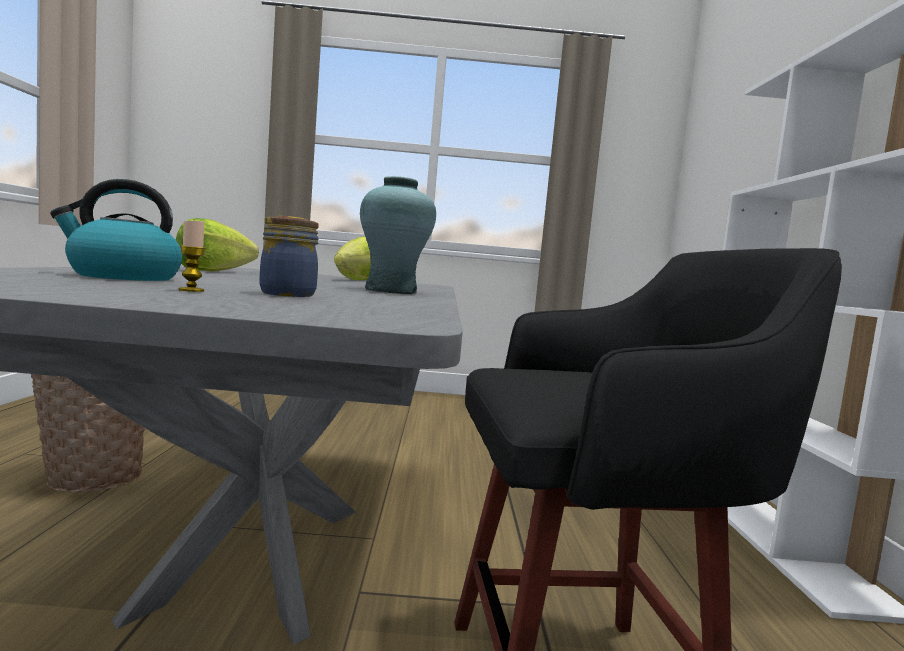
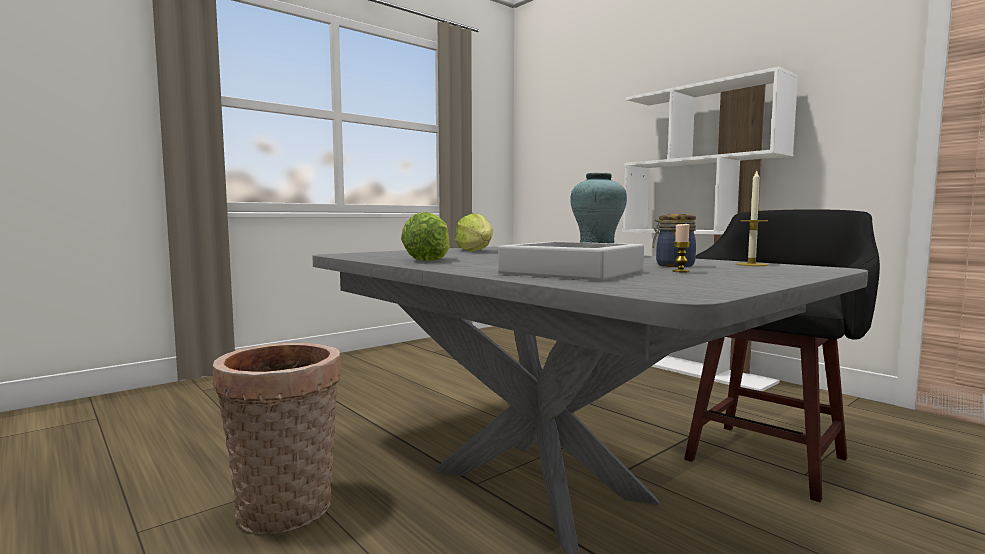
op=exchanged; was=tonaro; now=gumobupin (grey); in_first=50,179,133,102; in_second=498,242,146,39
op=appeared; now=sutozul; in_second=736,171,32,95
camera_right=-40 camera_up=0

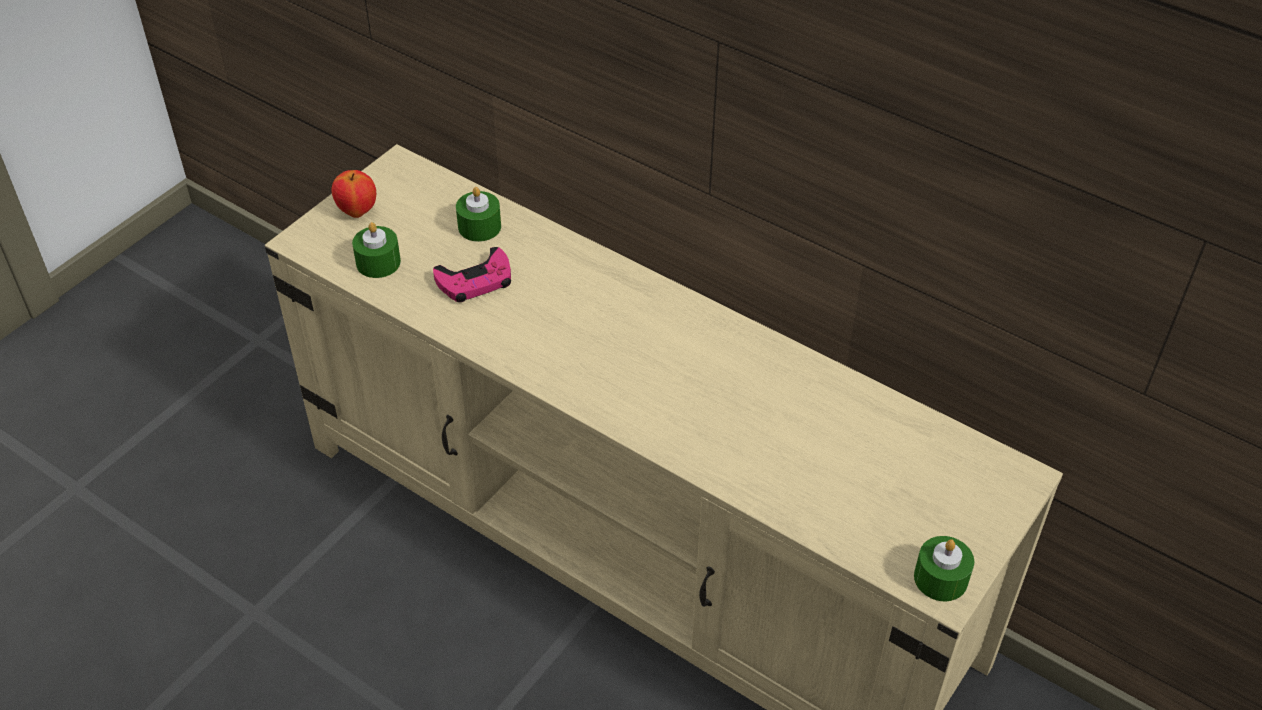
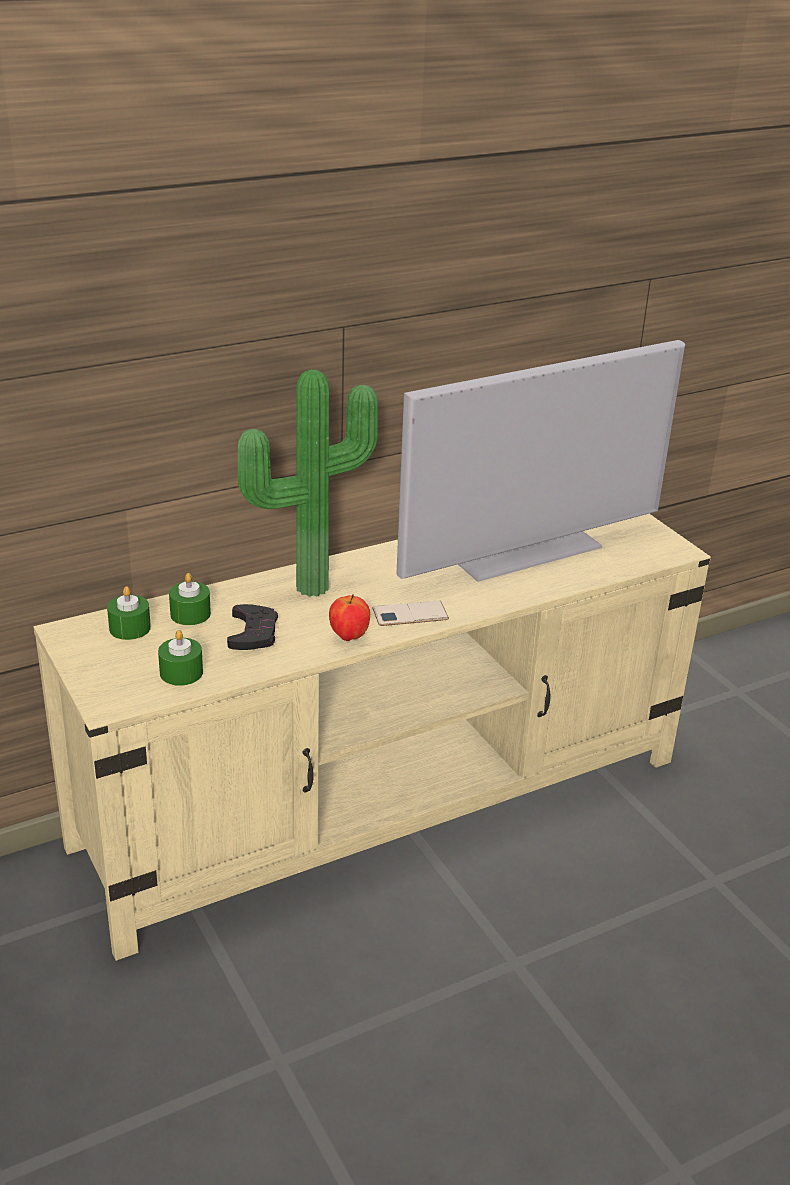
op=relocated; was=sutozul (green); in_first=914,536,60,65; in_second=107,586,44,54
op=colour; was=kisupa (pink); now=kisupa (black); in_first=433,247,78,55; in_second=227,604,51,46
op=appeared; now=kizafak; in_second=238,370,140,227
op=relocated; was=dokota; in_first=331,170,45,48; in_second=329,594,41,47
op=appeared; now=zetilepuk; in_second=372,601,77,25
op=appeared; now=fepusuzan; in_second=396,340,289,242
camera_right=-65 camera_up=-15

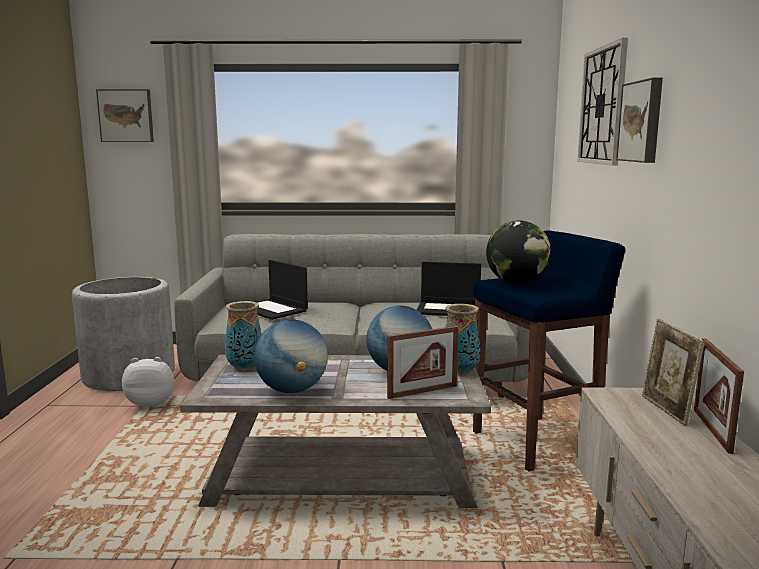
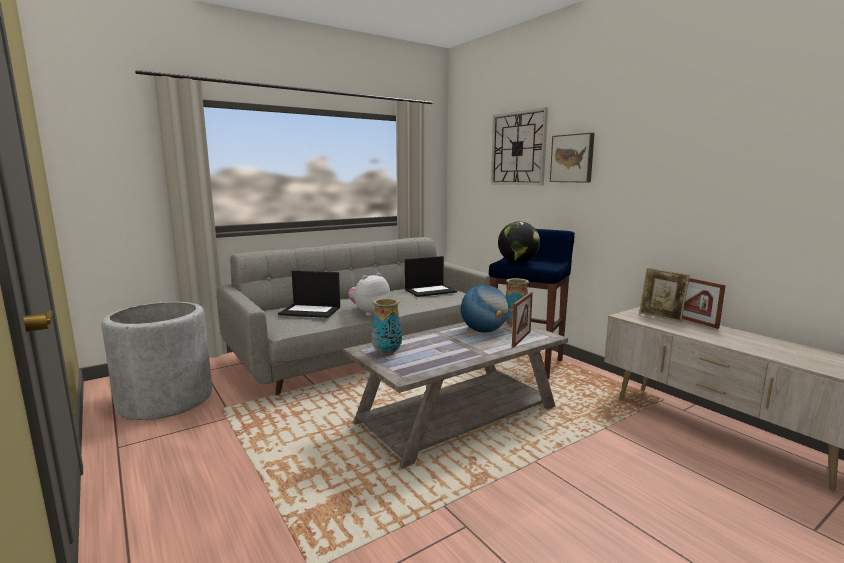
op=relocated; was=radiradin; in_first=122,357,52,52; in_second=348,273,42,43
op=missing; was=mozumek; in_first=96,89,58,53
op=missing; was=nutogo; in_first=254,319,73,74
camera_right=-35 camera_up=0

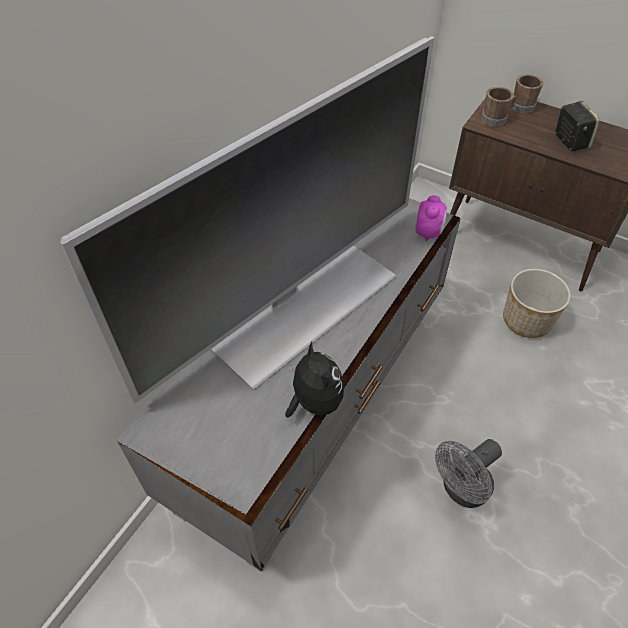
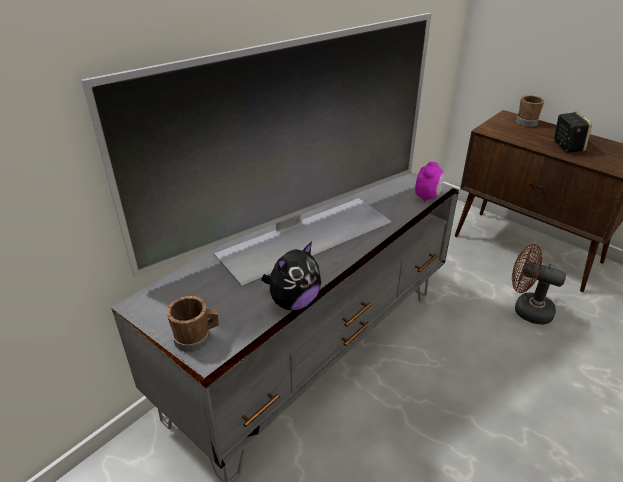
op=relocated; was=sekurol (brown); in_first=481,87,36,40; in_second=166,296,53,56
op=spun; was=radiradin; in_first=285,341,59,77; in_second=261,242,60,68; clockwise=60
op=exchanged; was=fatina; now=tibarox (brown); in_first=503,269,68,69; in_second=512,244,54,81
op=missing; was=tibarox (grey); in_first=435,439,67,69
camera_right=10 camera_up=-15

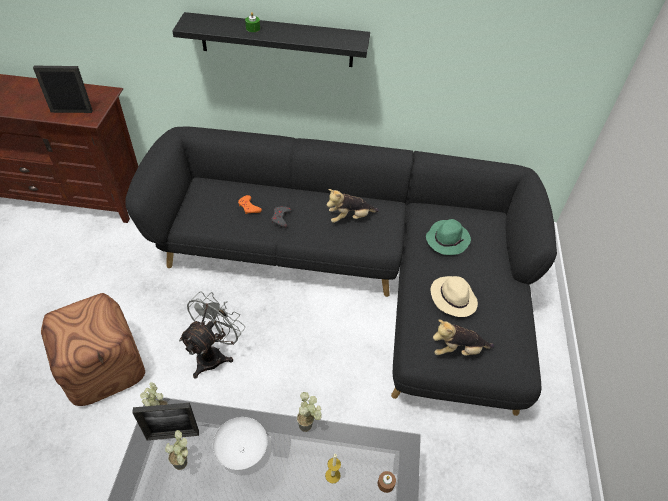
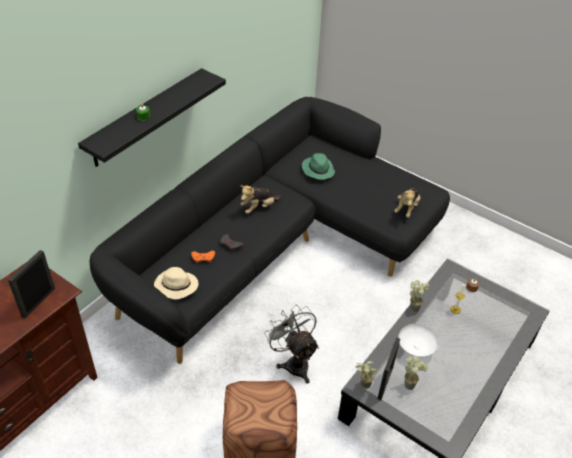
op=relocated; was=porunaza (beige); in_first=431,276,47,41; in_second=154,267,44,32
op=spun; was=radiradin; in_first=327,189,52,34; in_second=241,185,40,29; clockwise=45
camera_right=-60 camera_up=-5

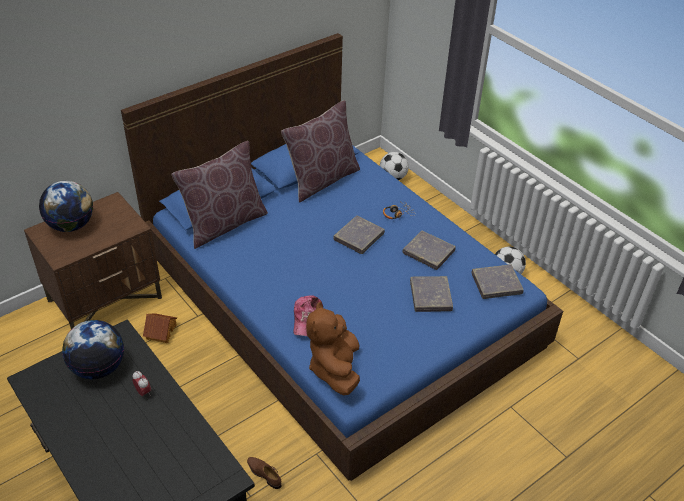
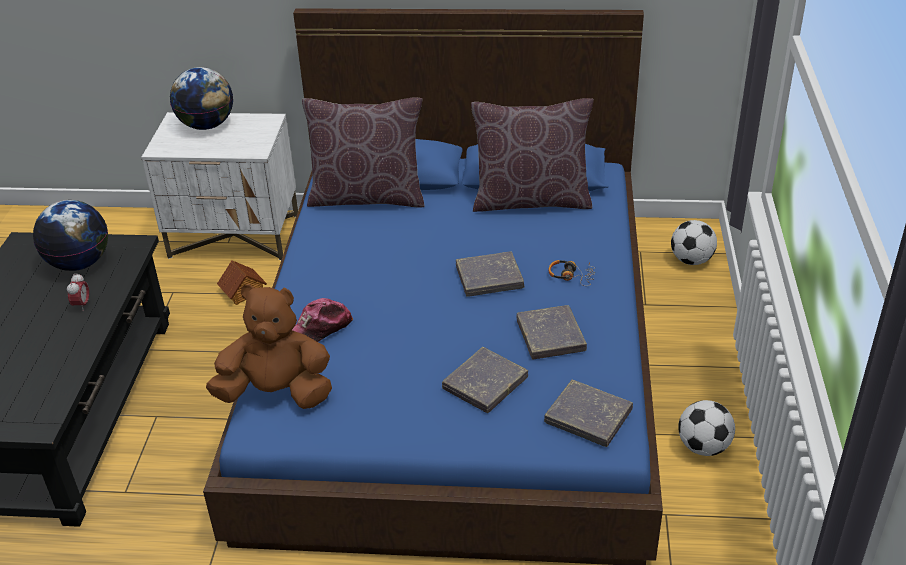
op=colour; was=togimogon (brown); now=togimogon (white); in_first=24,192,138,137; in_second=141,112,157,149
op=spun; was=radiradin (brown); in_first=306,302,54,94; in_second=206,284,126,125; clockwise=45
op=missing; was=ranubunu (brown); in_first=247,457,35,32
camera_right=45 camera_up=-5

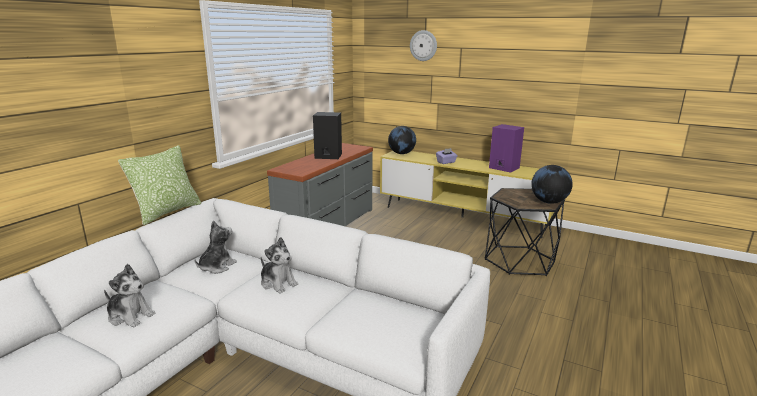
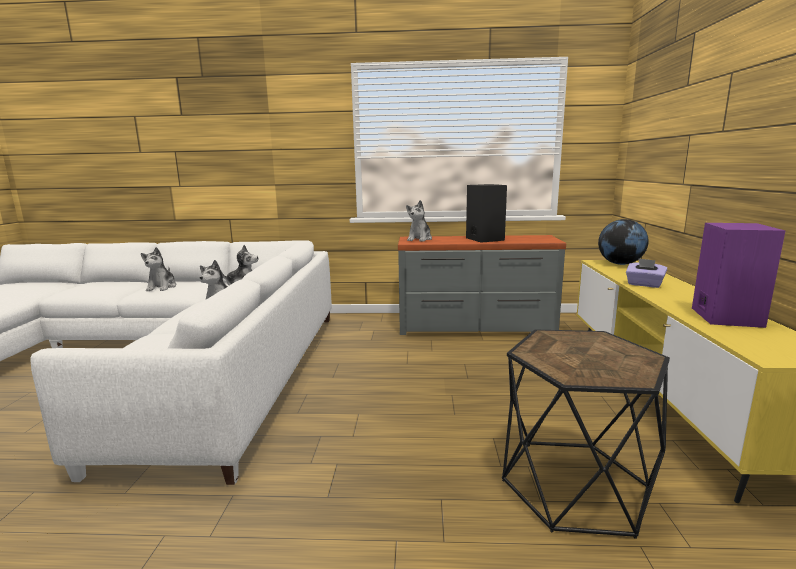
op=appeared; now=radiradin; in_second=406,200,26,42
op=missing; was=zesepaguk; in_first=118,145,83,80
op=missing; was=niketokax; in_first=410,30,27,31
op=missing; was=nutogo; in_first=531,165,42,39
camera_right=65 camera_up=-5

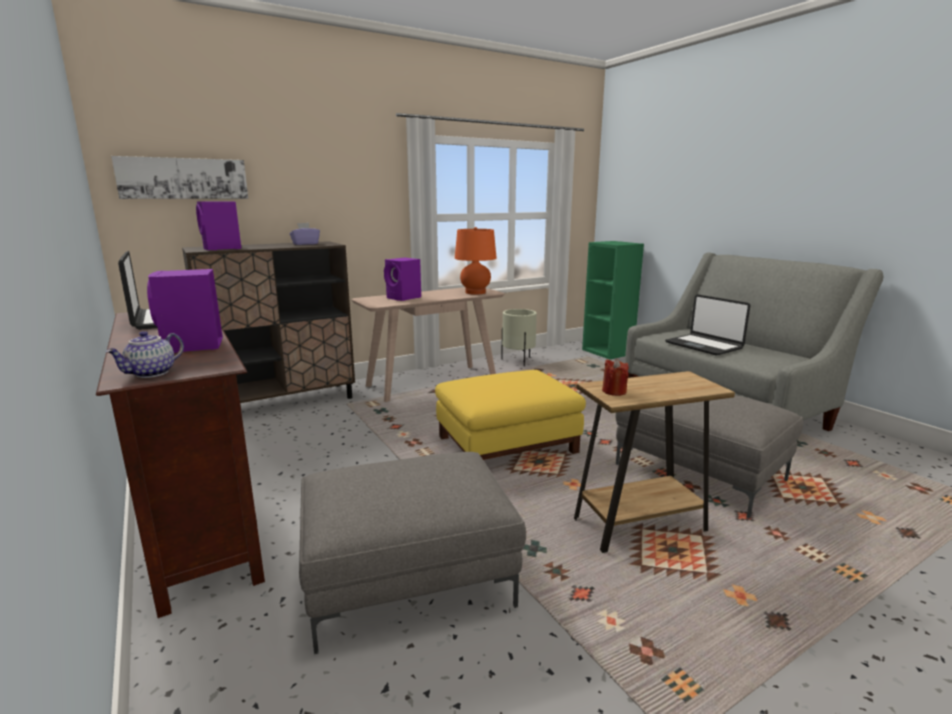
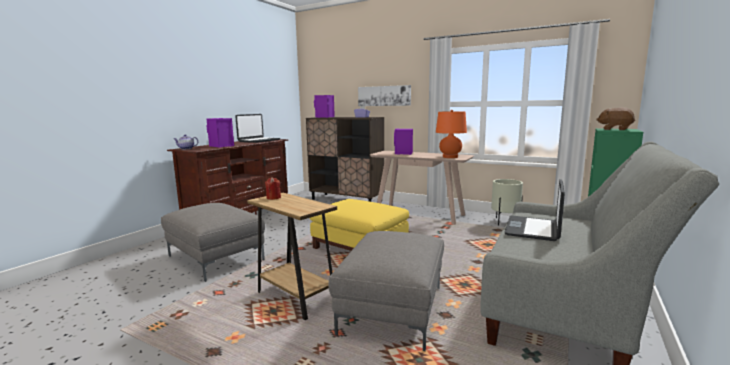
op=relocated; was=mozumek; in_first=111,156,137,43; in_second=358,85,53,21
op=appeared; now=radiradin (brown); in_second=596,107,39,23
camera_right=60 camera_up=-5

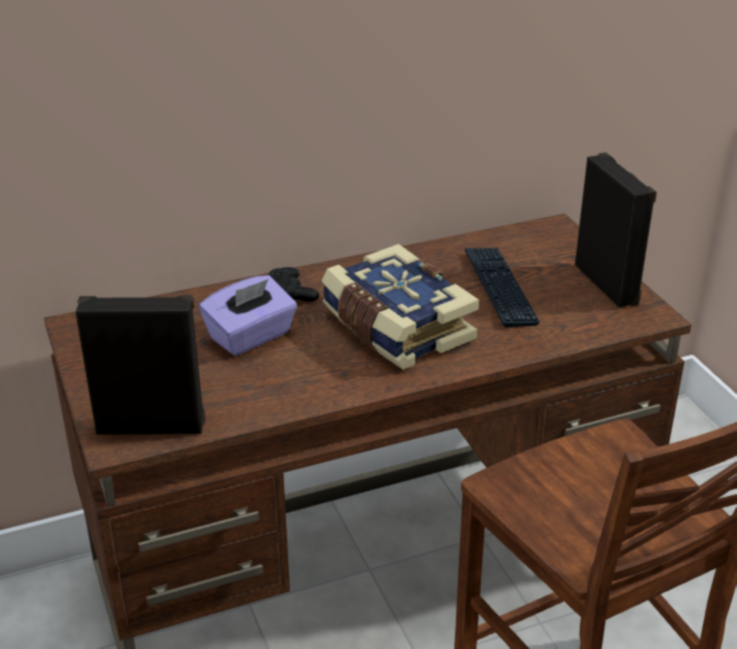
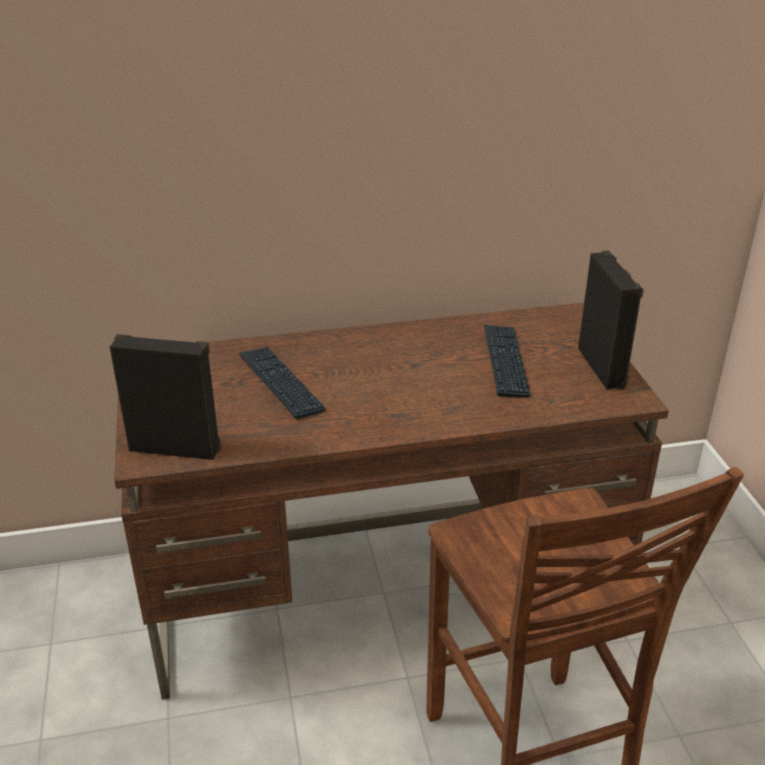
op=exchanged; was=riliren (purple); now=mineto; in_first=199,275,98,81; in_second=239,347,87,72
op=missing; was=kisupa (black); in_first=269,267,50,34
op=missing; was=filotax; in_first=322,244,157,126
camera_right=10 camera_up=0

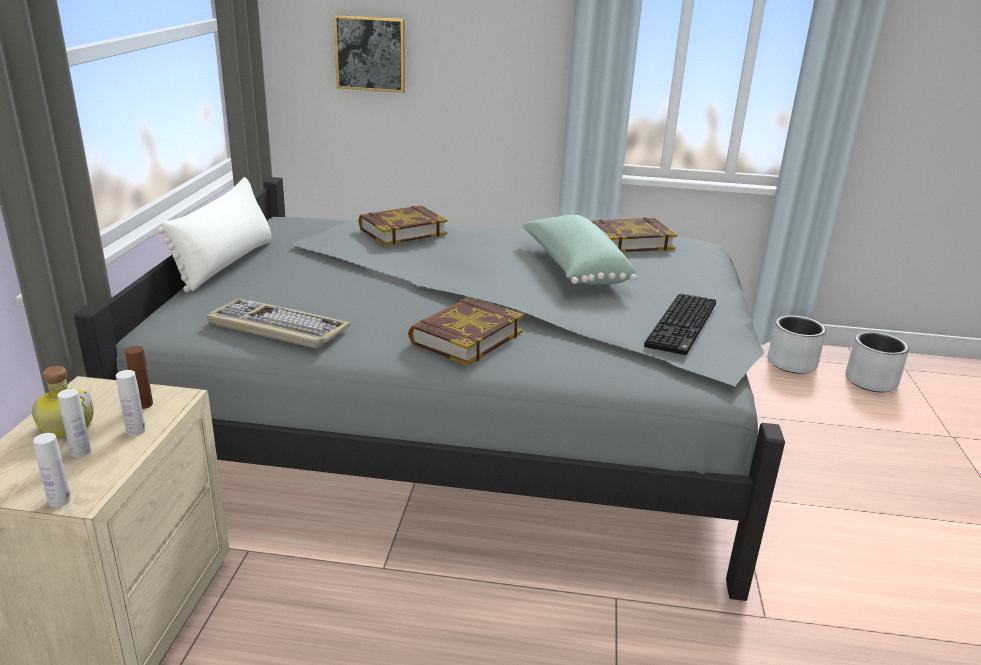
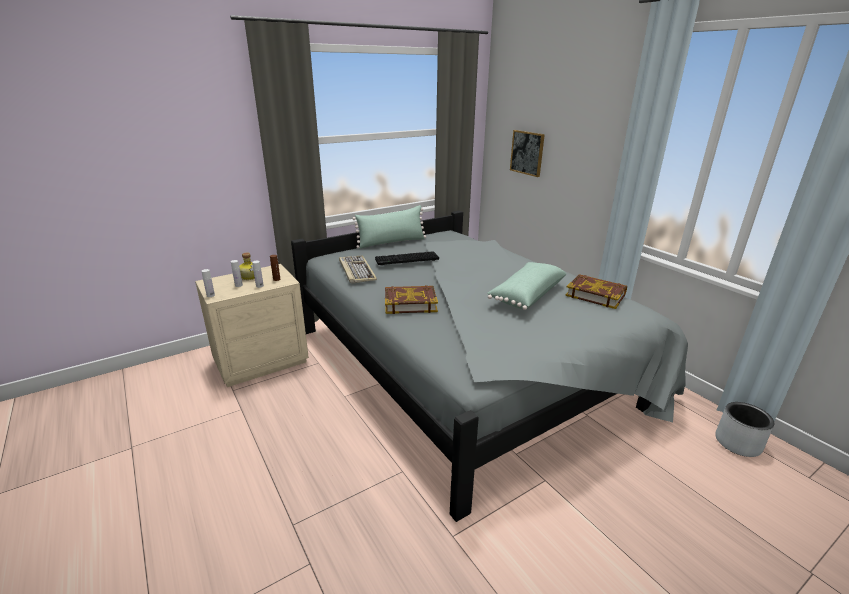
op=colour; was=zesepaguk (white); now=zesepaguk (green); in_first=157,177,114,115; in_second=352,205,74,44
op=relocated; was=mineto; in_first=644,293,72,62; in_second=375,251,64,15
op=missing; was=filotax; in_first=359,205,89,41
op=missing; was=fatina (grey); in_first=845,332,64,60
camera_right=50 camera_up=0

